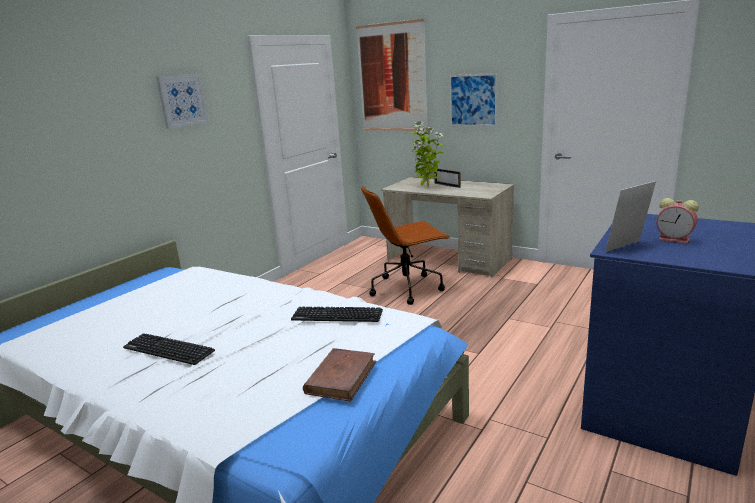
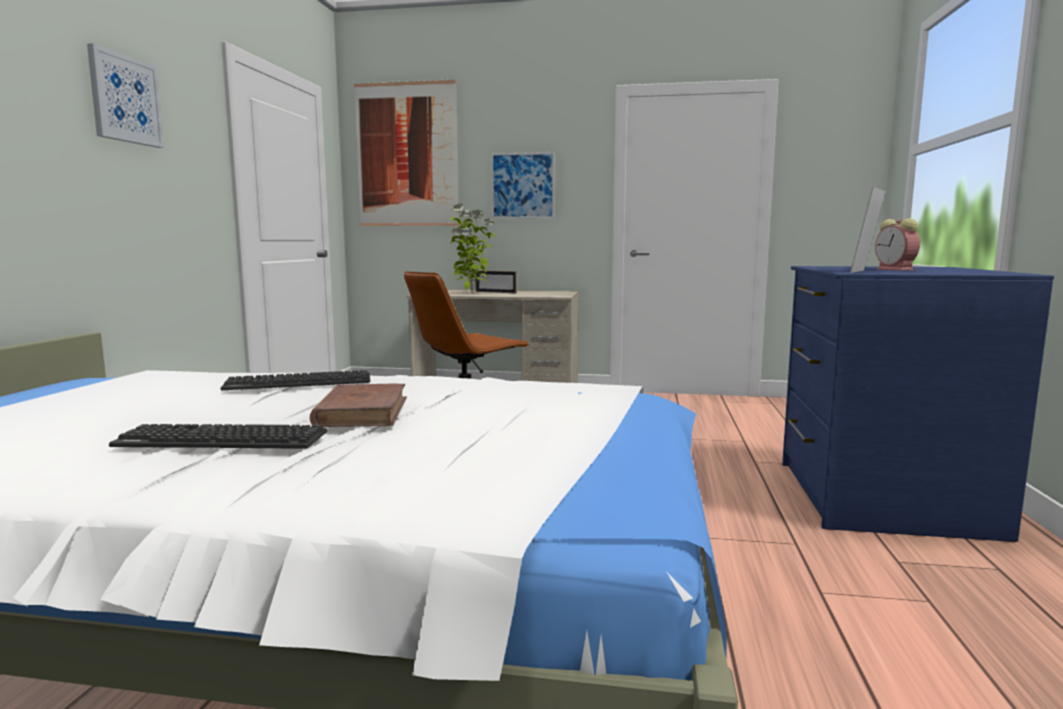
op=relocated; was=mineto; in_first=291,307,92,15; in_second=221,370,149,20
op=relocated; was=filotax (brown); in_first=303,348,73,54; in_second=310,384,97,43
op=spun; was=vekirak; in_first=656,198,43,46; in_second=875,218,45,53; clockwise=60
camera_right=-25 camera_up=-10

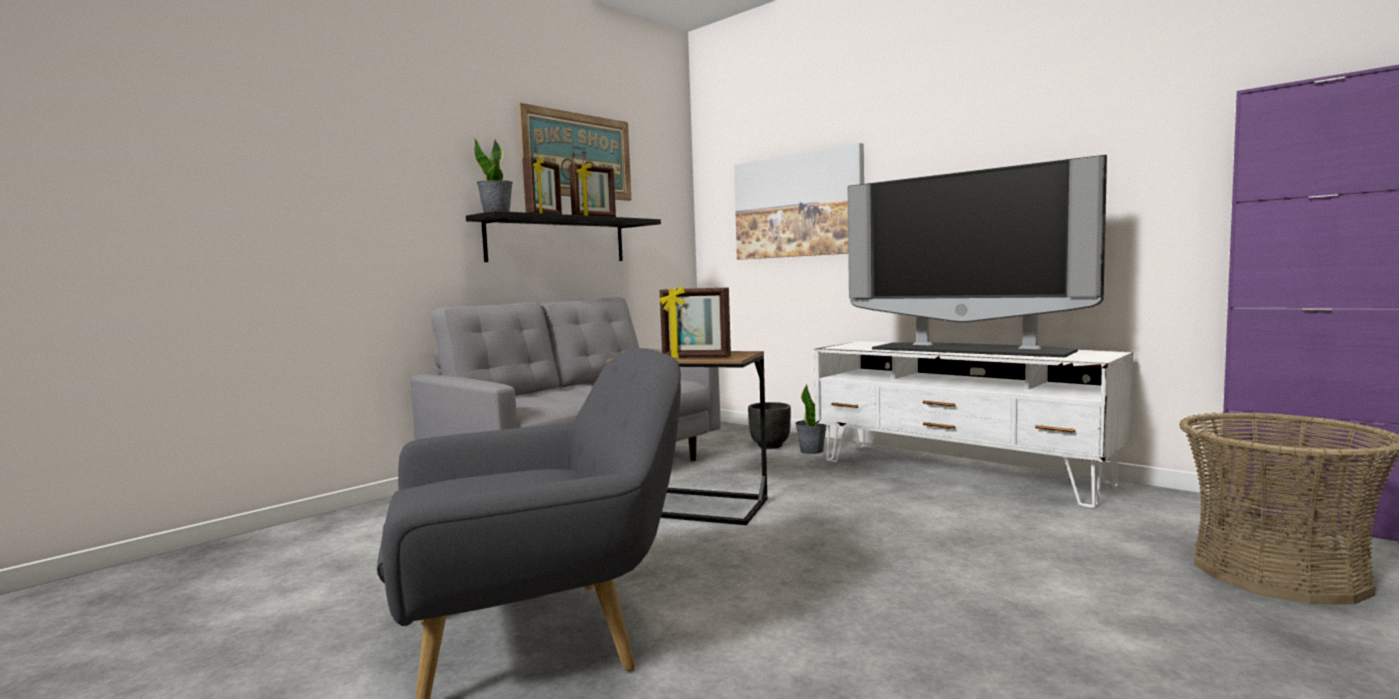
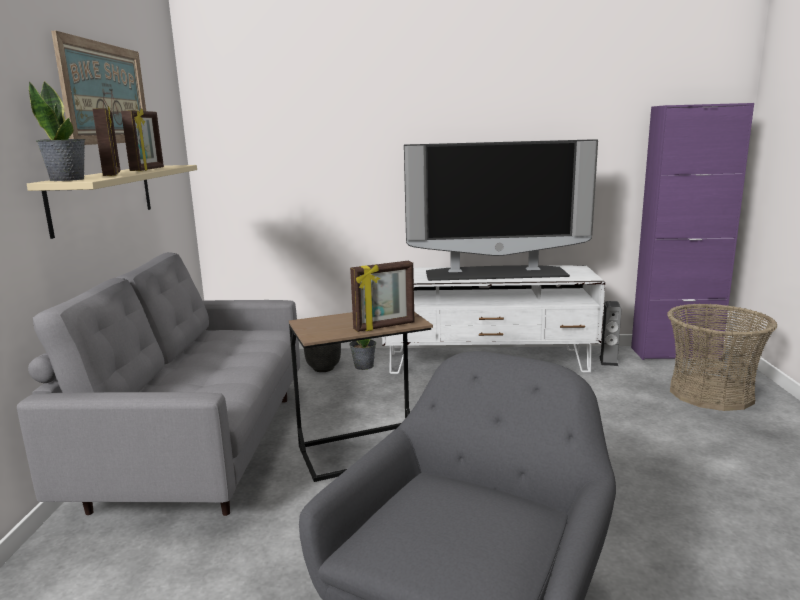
op=colour; was=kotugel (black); now=kotugel (beige); in_first=466,211,195,51; in_second=27,165,170,74
op=appeared; now=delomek; in_second=599,301,23,65
op=missing; was=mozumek; in_first=734,143,130,117
camera_right=-40 camera_up=10

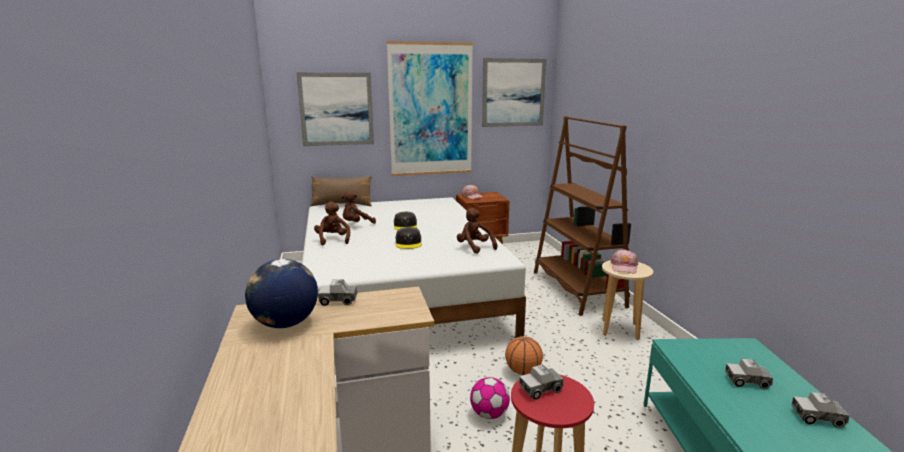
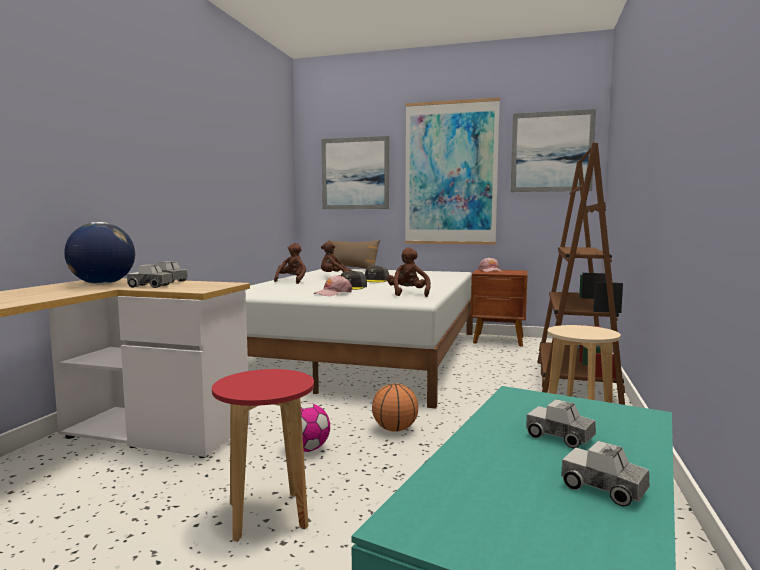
op=relocated; was=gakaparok; in_first=519,364,45,36; in_second=127,265,45,23
op=relocated; was=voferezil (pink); in_first=610,249,28,24; in_second=313,275,40,21
camera_right=30 camera_up=-10

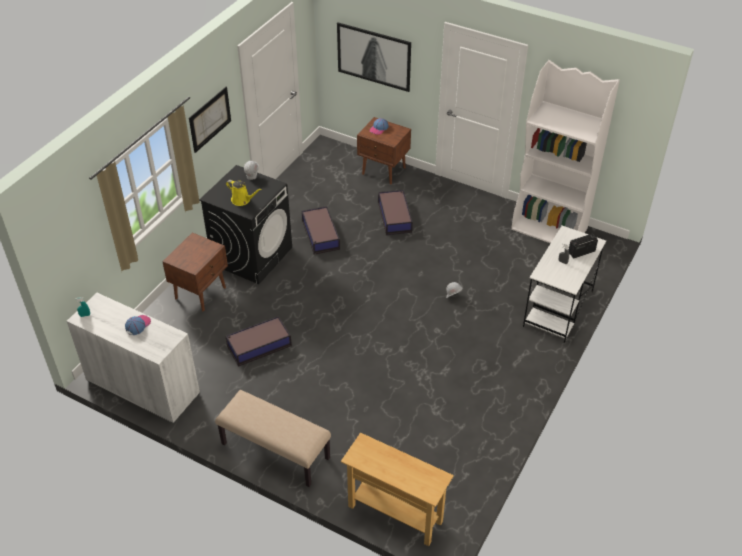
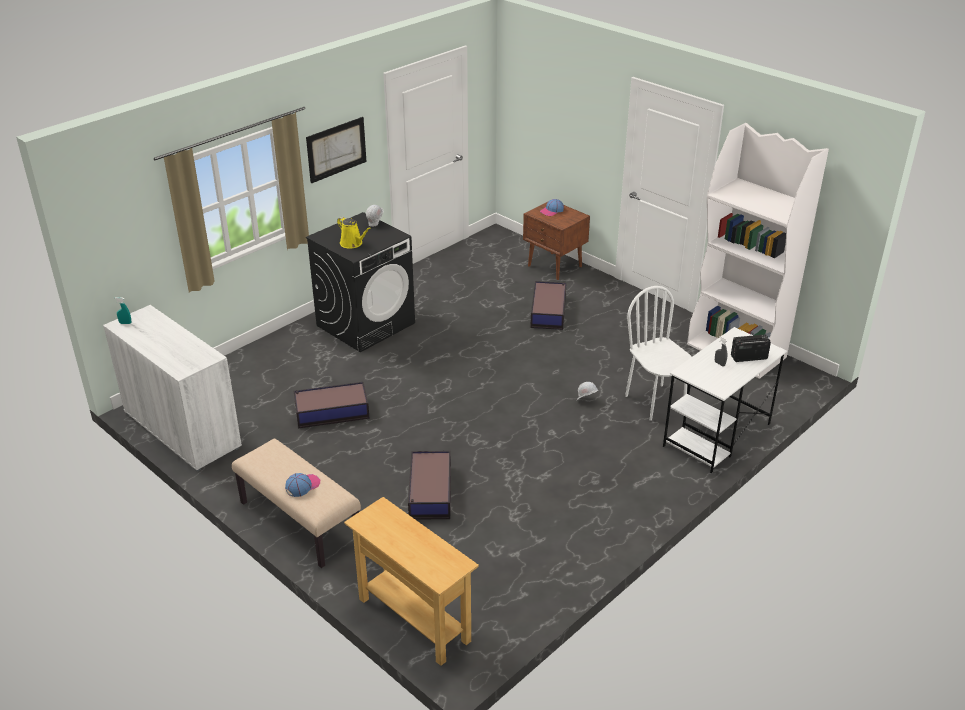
op=relocated; was=voferezil; in_first=125,315,26,20; in_second=285,473,35,24
op=relocated; was=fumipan; in_first=302,206,38,49; in_second=408,451,43,69
op=appeared; now=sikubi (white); in_second=625,286,67,135
op=missing; was=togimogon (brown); in_first=162,233,66,78
op=missing; was=mozumek; in_first=337,22,74,70
camera_right=15 camera_up=-10

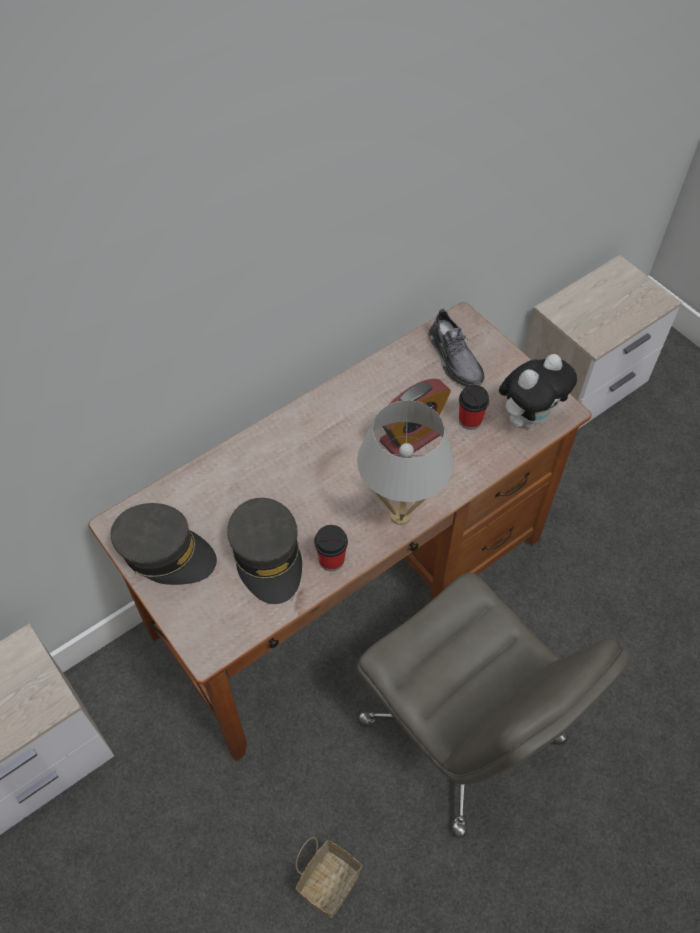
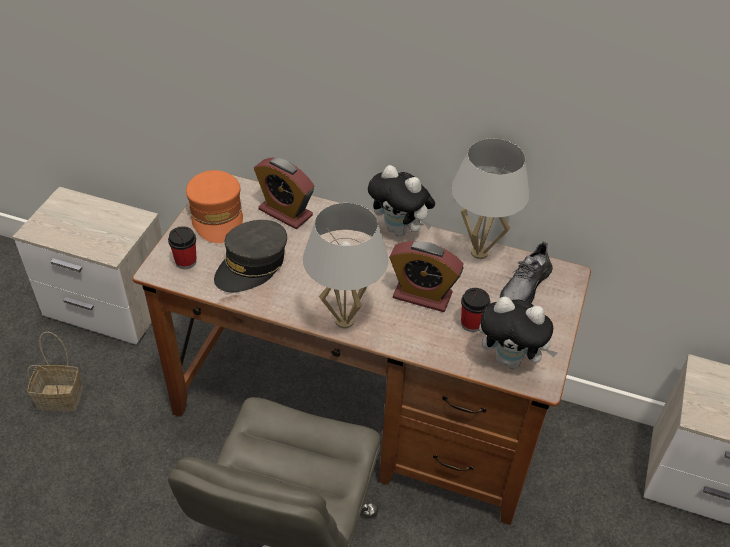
op=relocated; was=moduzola; in_first=296,837,66,81; in_second=27,332,56,80
op=relocated; was=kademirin; in_first=314,525,34,46; in_second=168,226,28,43
op=colour; was=voferezil (grey); now=voferezil (orange); in_first=111,503,106,82; in_second=186,170,57,73
op=appeared; now=vekirak; in_second=254,157,60,72
op=appeared; now=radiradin; in_second=368,165,67,72
op=appeared; now=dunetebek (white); in_second=451,138,79,121
camera_right=55 camera_up=-10

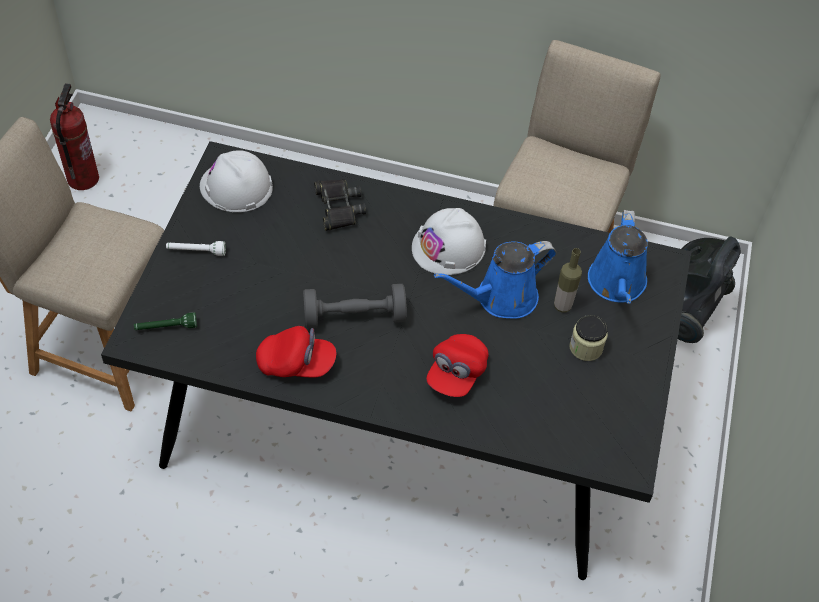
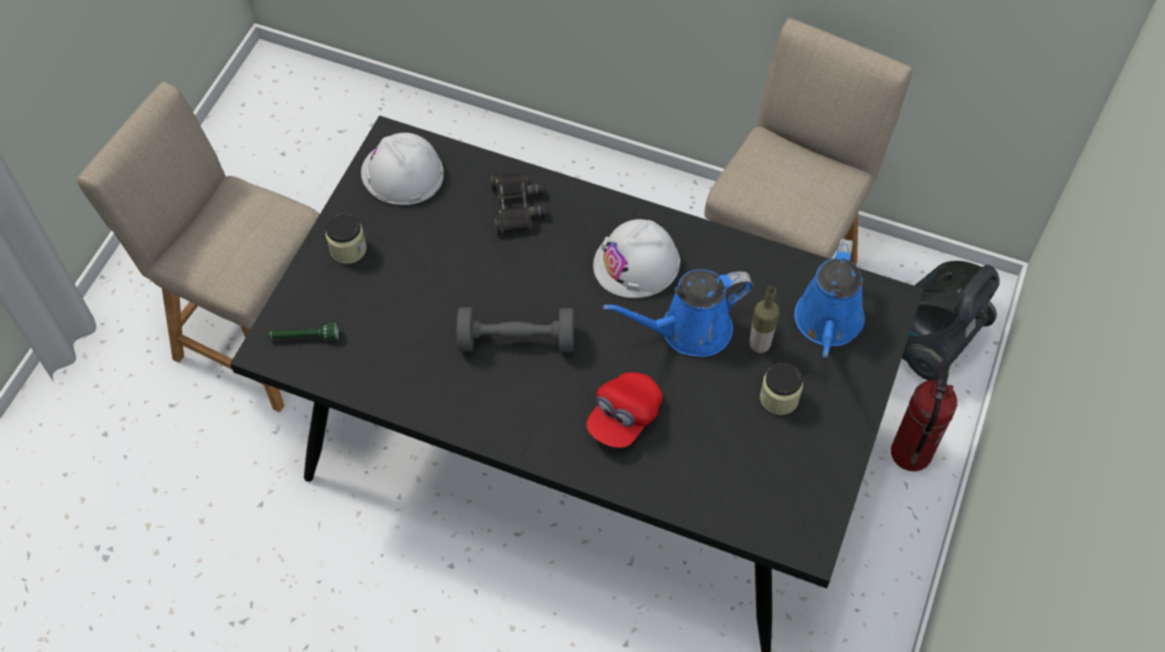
op=exchanged; was=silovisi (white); now=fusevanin; in_first=166,241,60,15; in_second=325,214,42,50
op=relocated; was=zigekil; in_first=50,83,49,107; in_second=891,358,66,113
op=missing; was=voferezil (red); in_first=256,326,80,52
camera_right=10 camera_up=5

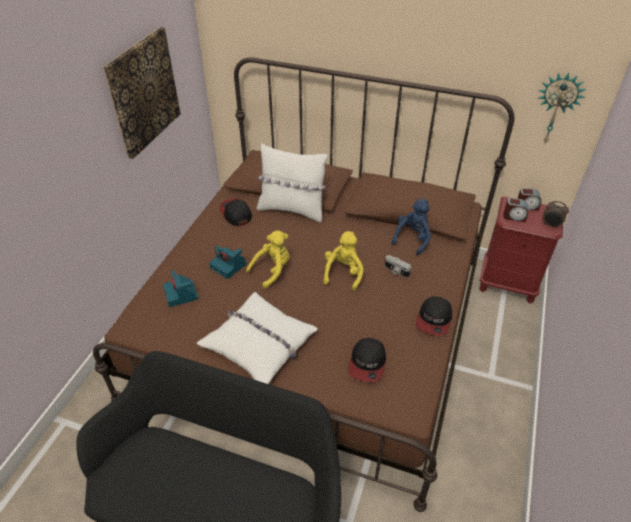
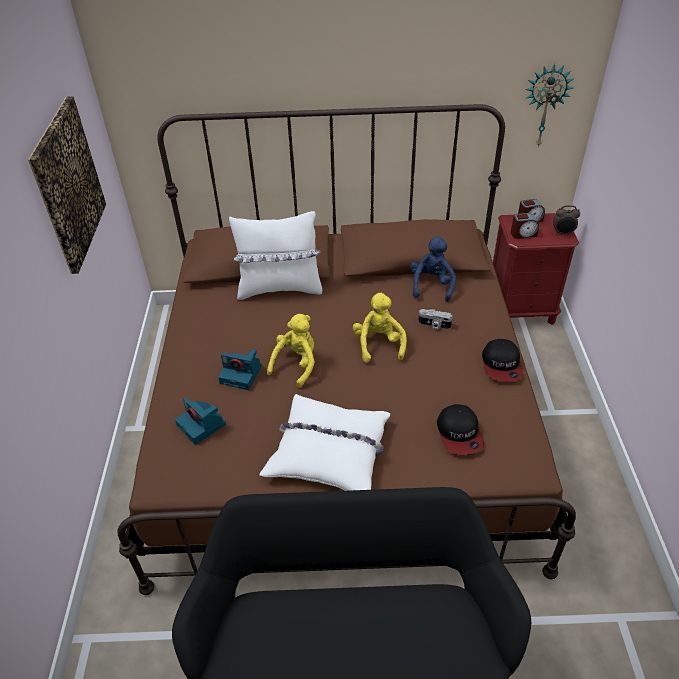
op=missing; was=voferezil; in_first=220,198,32,28
camera_right=-20 camera_up=0

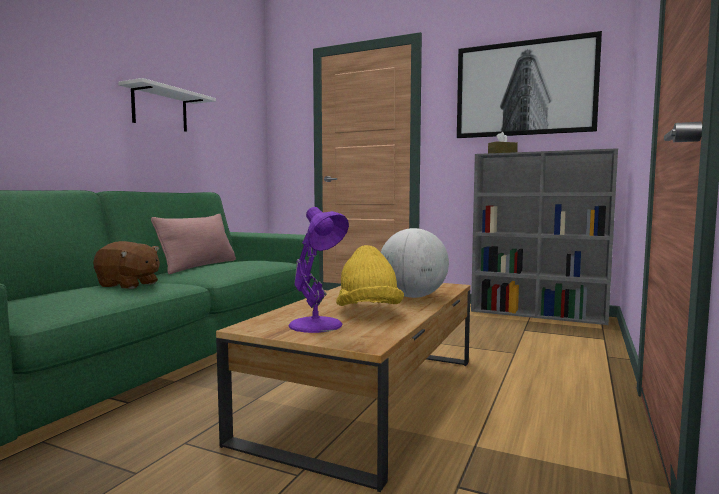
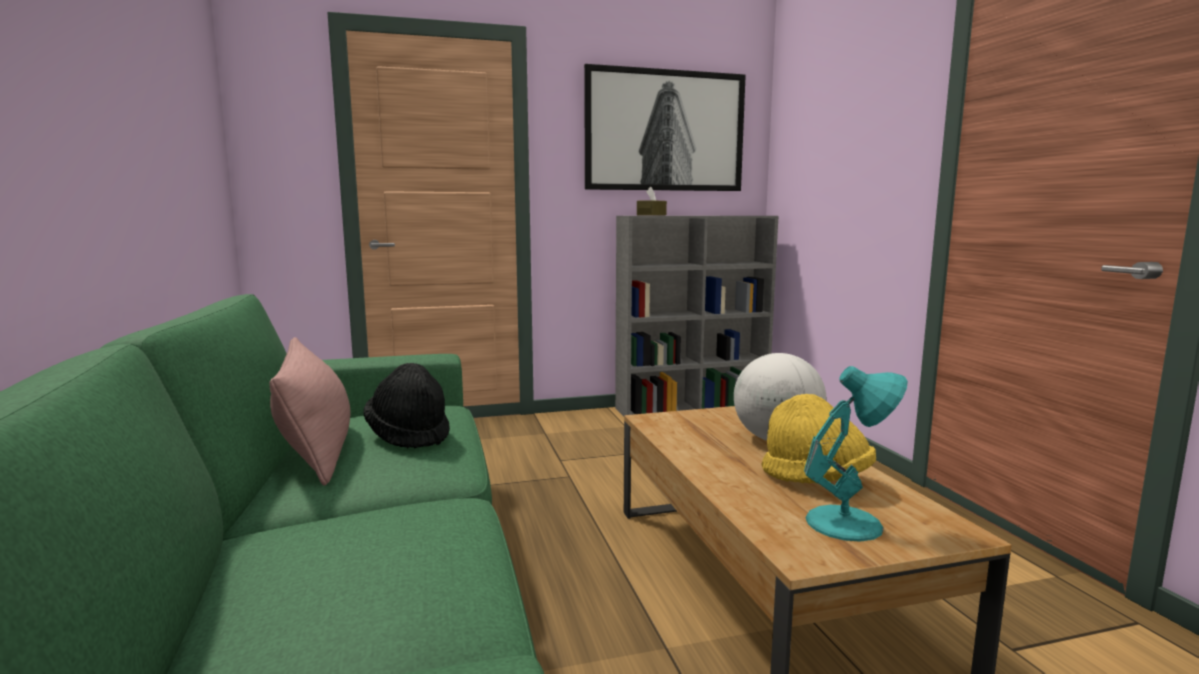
op=appeared; now=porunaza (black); in_second=364,363,86,86
op=colour; was=dunetebek (purple); now=dunetebek (turquoise); in_first=289,207,60,126; in_second=804,366,104,176
op=missing; was=radiradin (brown); in_first=93,241,67,48
op=missing; was=kotugel (white); in_first=119,78,97,54
camera_right=-40 camera_up=5

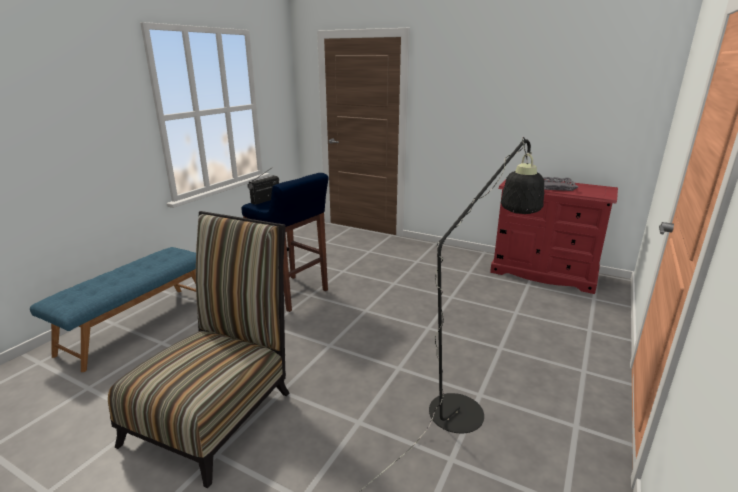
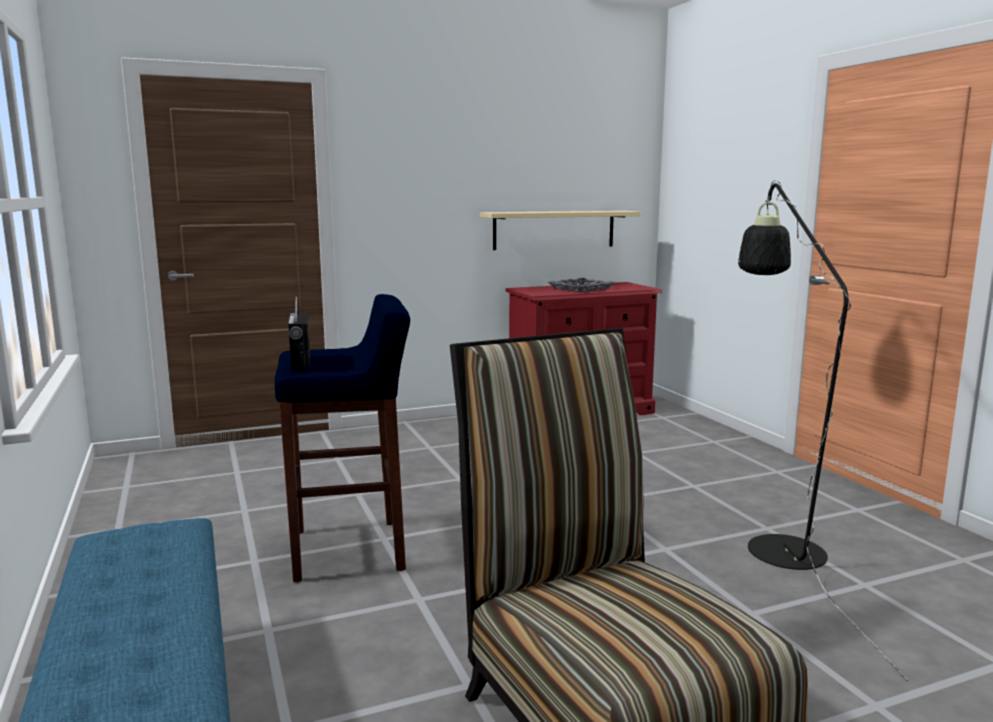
op=appeared; now=kotugel (beige); in_second=480,211,160,39
camera_right=-50 camera_up=-10

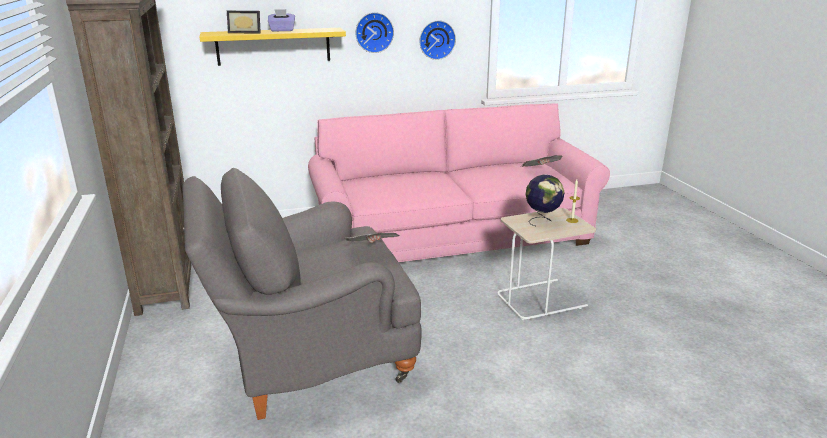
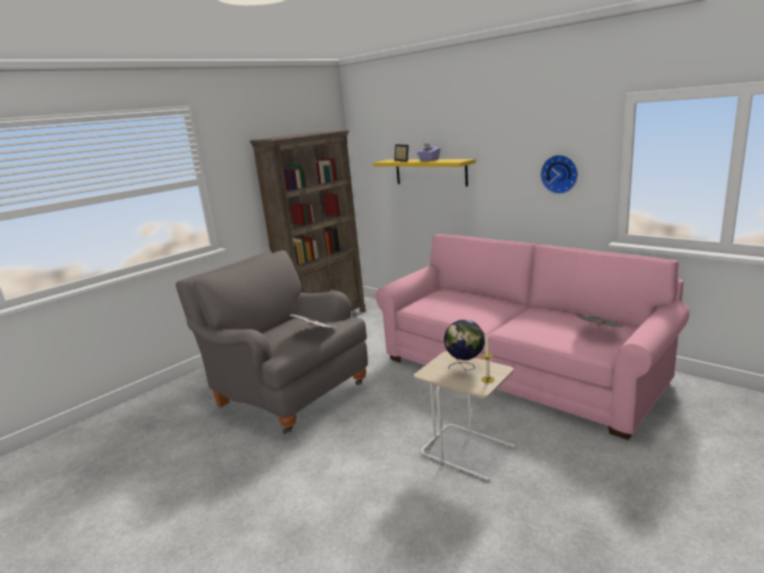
op=missing; was=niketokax; in_first=355,12,39,41
camera_right=60 camera_up=-5

